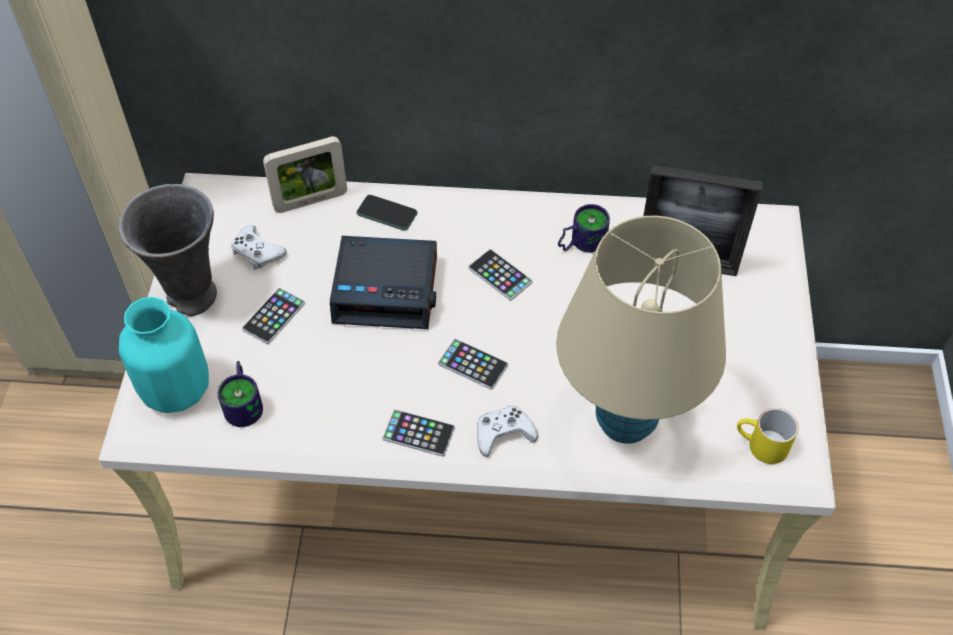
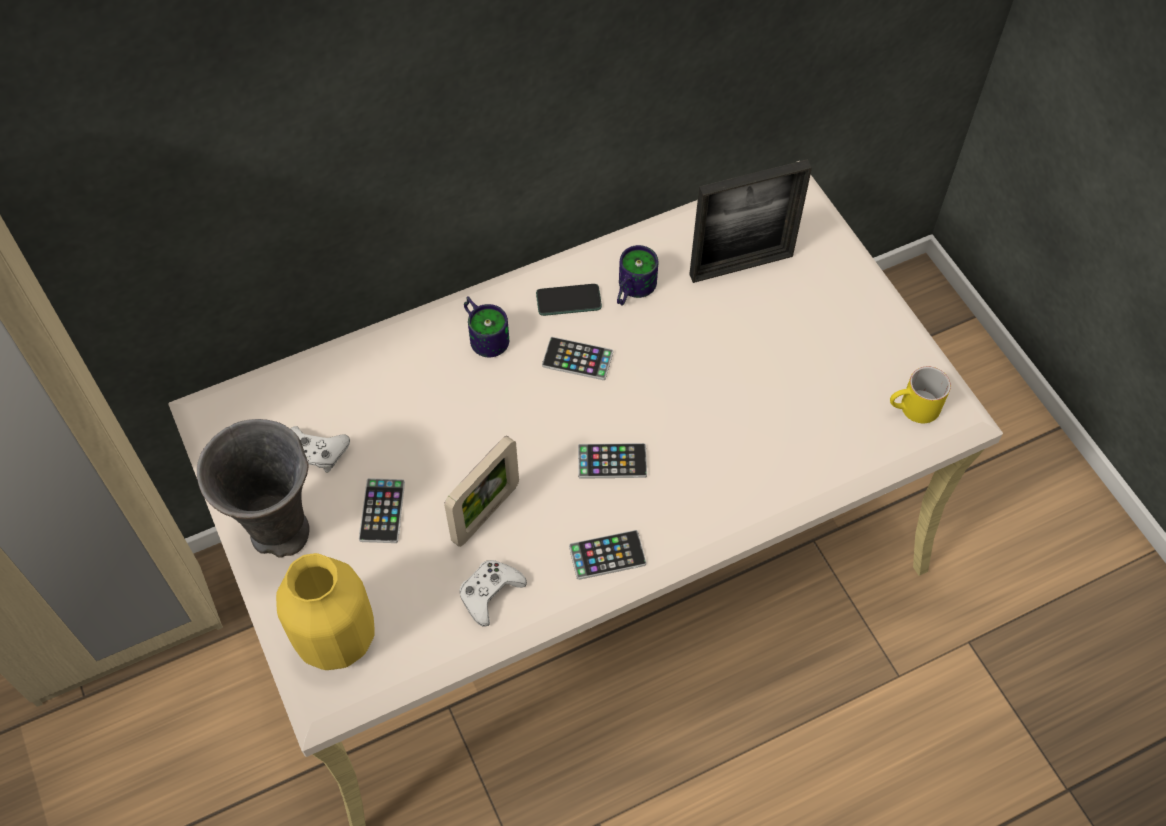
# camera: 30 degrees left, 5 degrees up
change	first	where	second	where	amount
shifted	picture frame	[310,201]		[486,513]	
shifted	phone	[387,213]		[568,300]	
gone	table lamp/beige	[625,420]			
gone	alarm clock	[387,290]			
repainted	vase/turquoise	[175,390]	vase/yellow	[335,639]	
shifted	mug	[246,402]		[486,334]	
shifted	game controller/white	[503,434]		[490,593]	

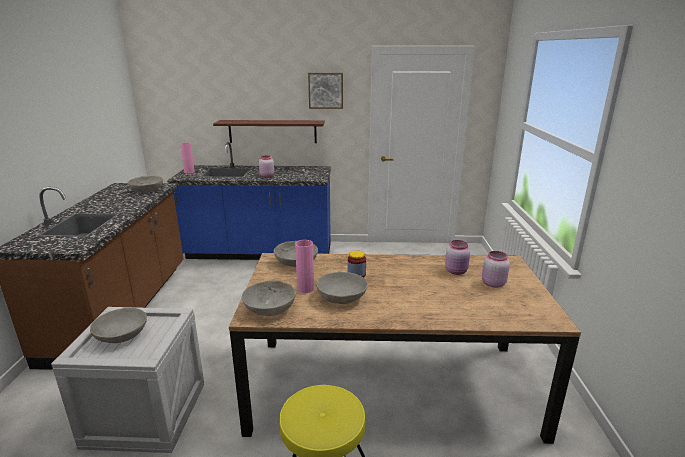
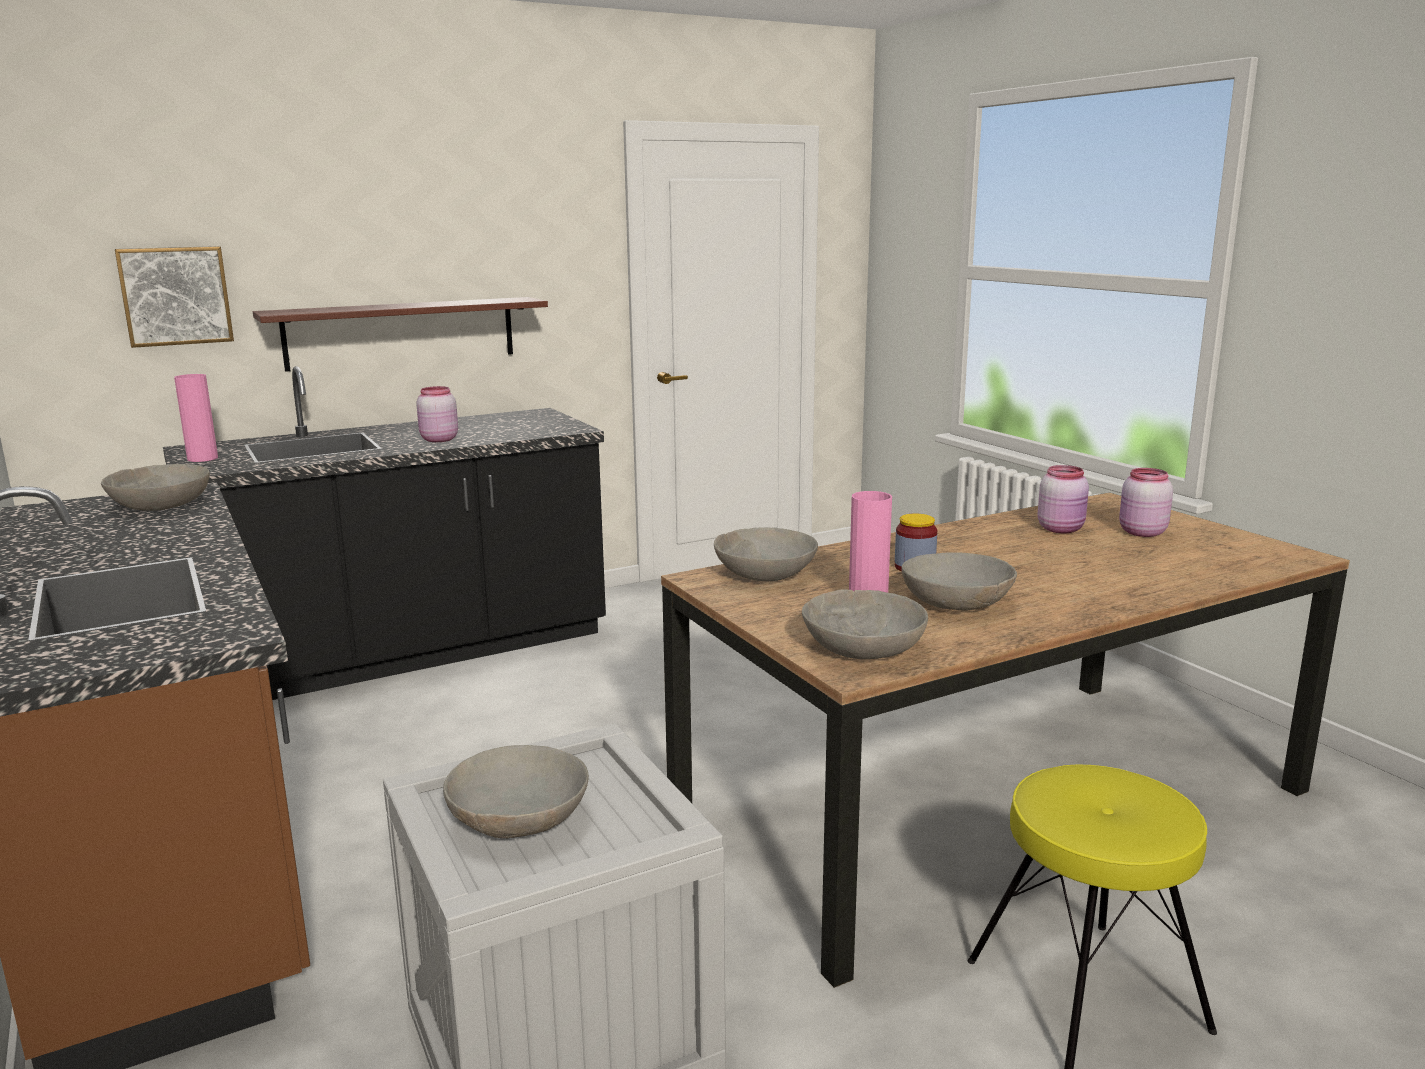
# camera: 30 degrees left, 5 degrees down
change	first	where	second	where	amount
shifted	picture	[325,90]		[175,296]	
repainted	counter/blue	[259,252]	counter/black	[410,654]	

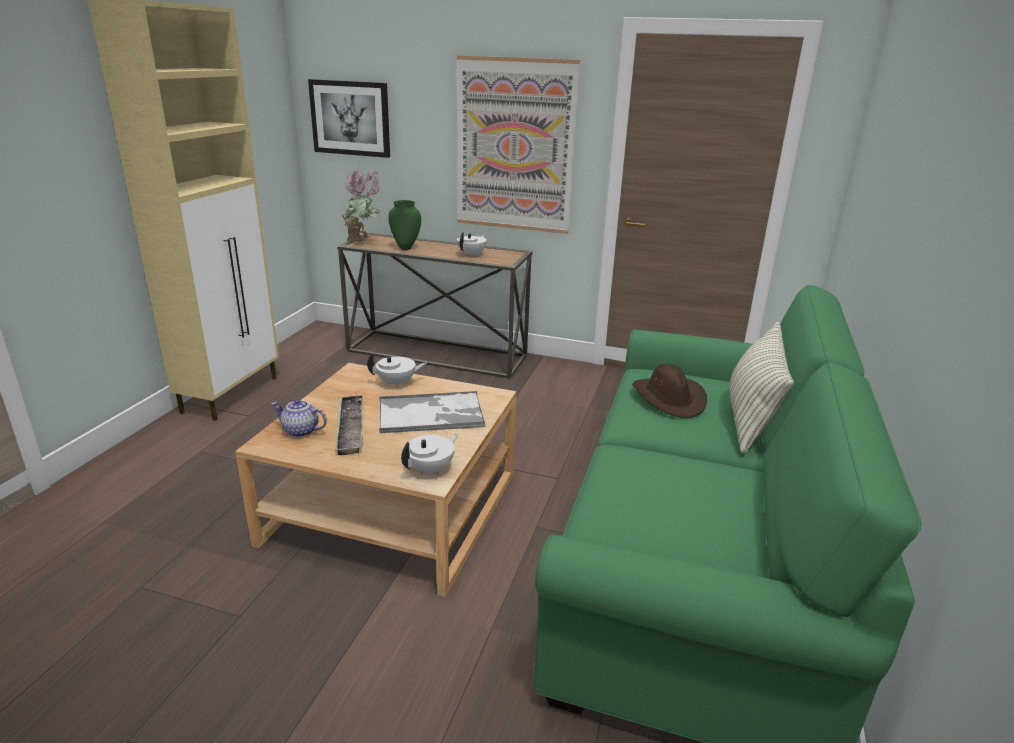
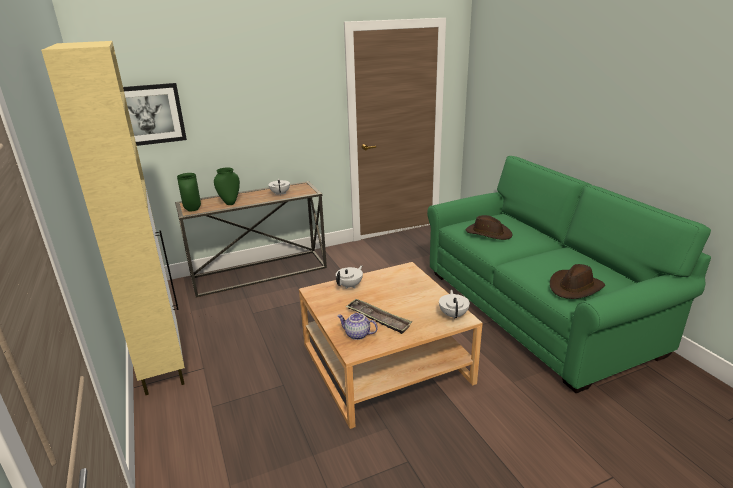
# camera: 40 degrees left, 0 degrees up
change	first	where	second	where	amount
gone	picture	[514,146]			
swapped	potted plant	[363,243]	vase/green	[193,210]	
gone	pillow	[752,418]			
gone	tray	[432,413]			
rotated	teapot	[300,431]		[357,335]	45 degrees clockwise
new			hat/brown	[575,287]	

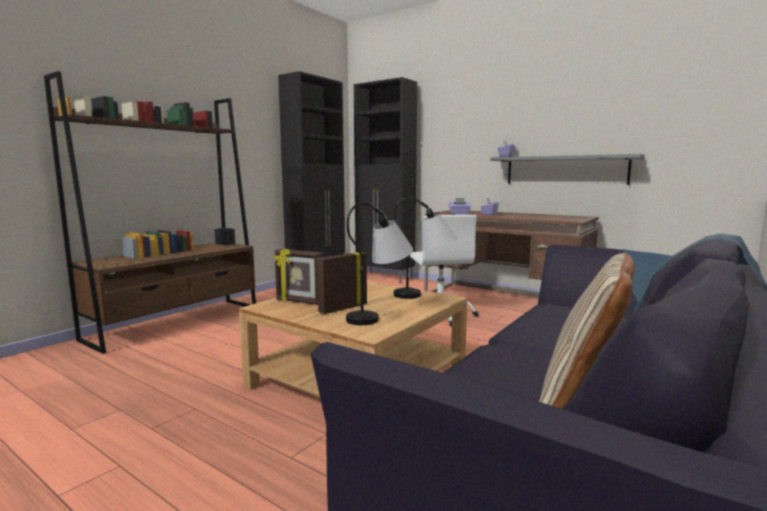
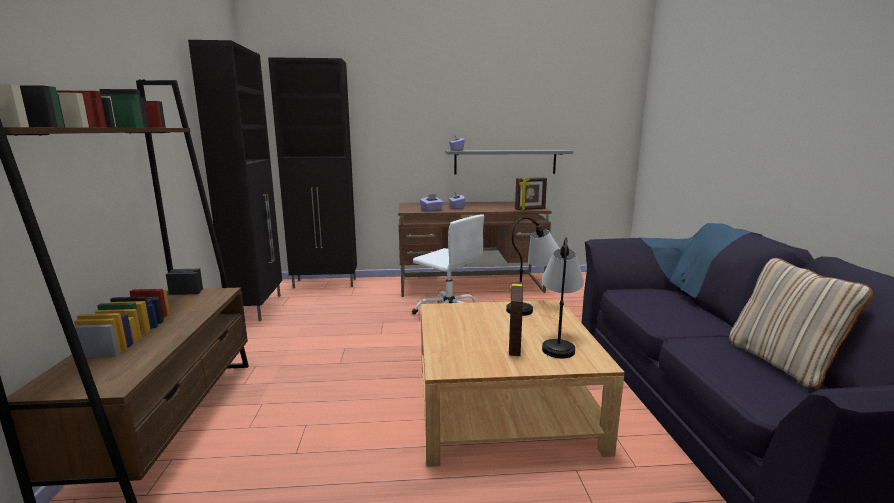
# camera: 40 degrees left, 5 degrees up
change	first	where	second	where	amount
shifted	picture frame	[299,302]		[530,209]	

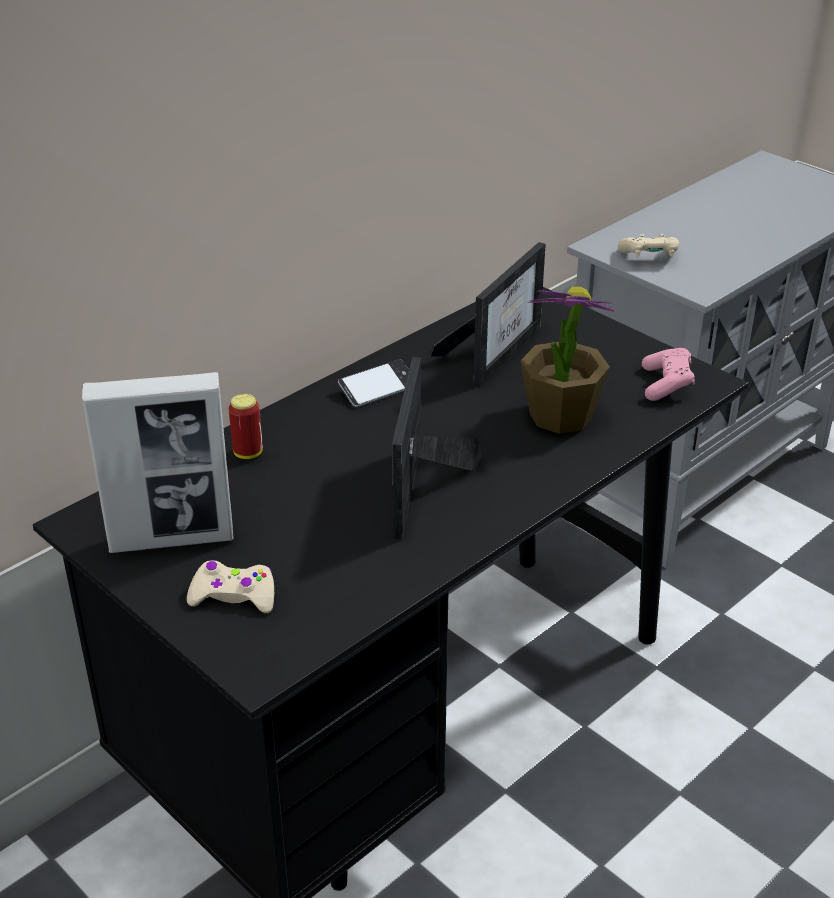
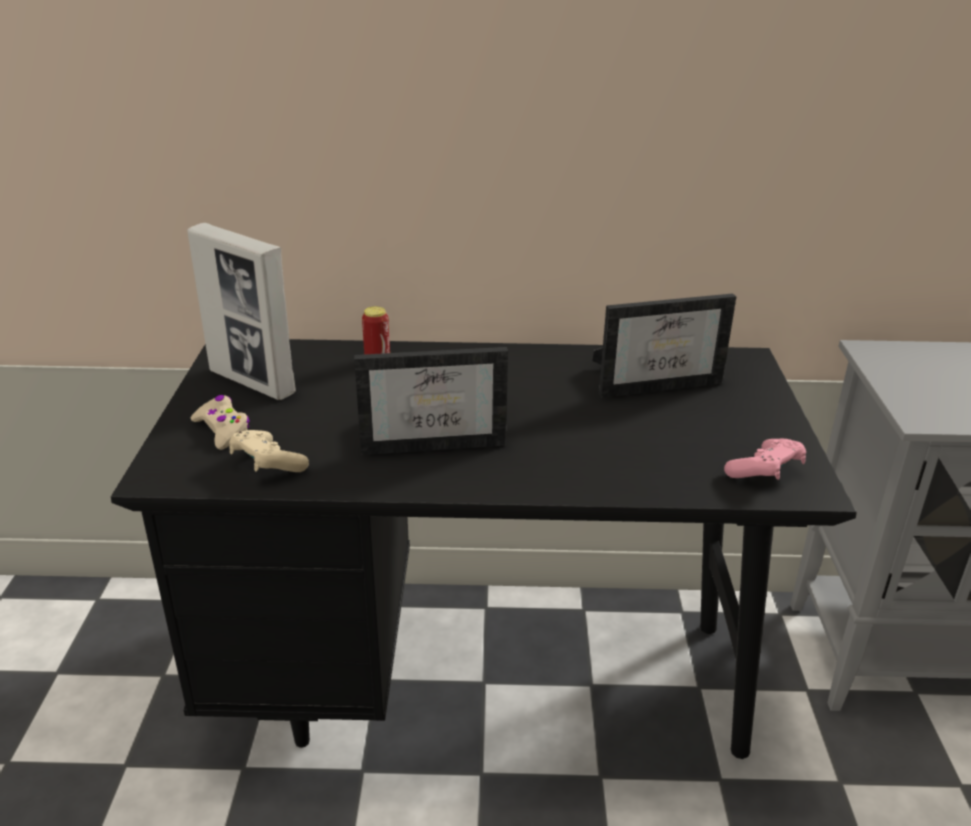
# camera: 45 degrees right, 5 degrees down
change	first	where	second	where	amount
shifted	game controller/beige	[649,258]		[267,465]	
gone	potted plant	[560,416]			
rotated	picture frame	[422,494]		[435,440]	150 degrees counterclockwise
gone	phone	[378,389]			

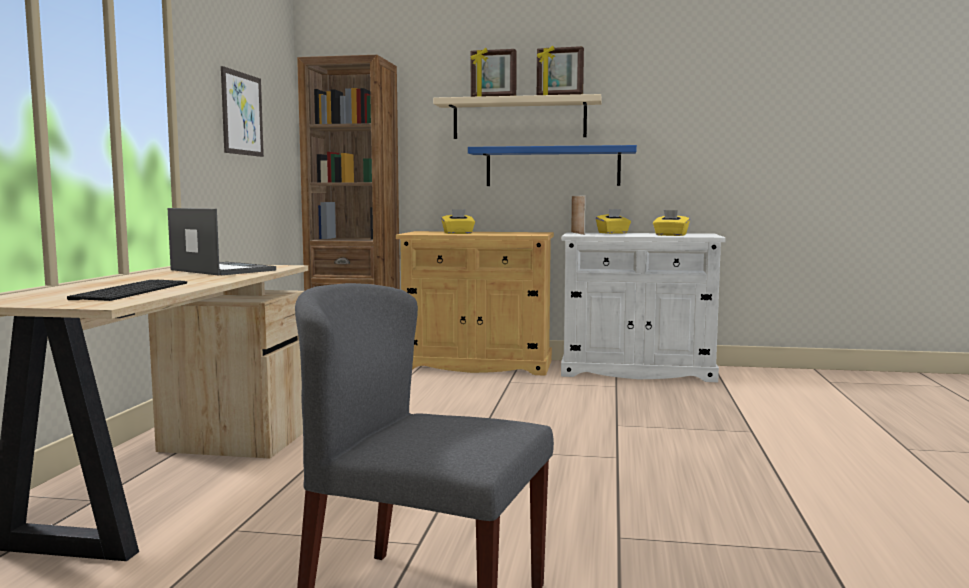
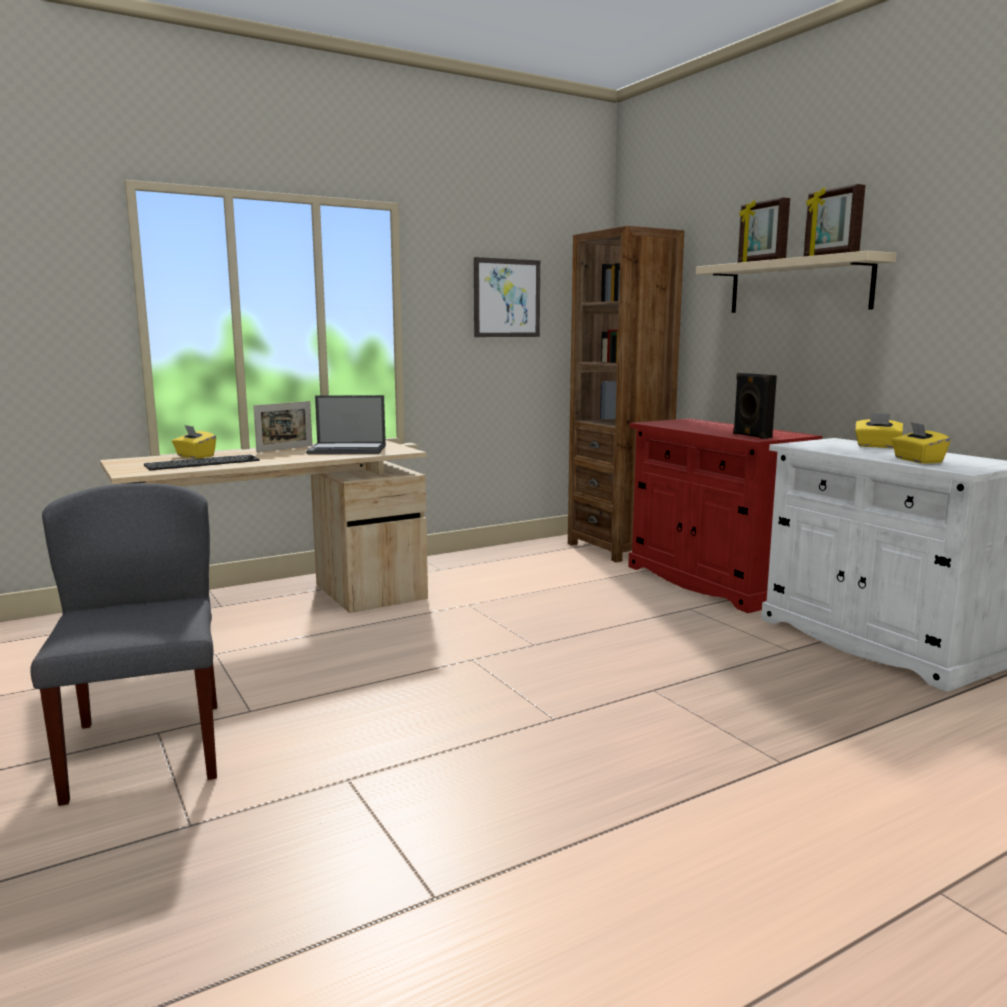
# camera: 50 degrees right, 5 degrees up
change	first	where	second	where	amount
gone	shelf/blue	[552,166]			
shifted	picture frame	[577,233]		[285,449]	
rotated	laptop	[221,270]		[348,449]	90 degrees clockwise
shifted	tissue box/yellow	[458,233]		[195,456]	
repainted	cabinet/beige	[477,365]	cabinet/red	[711,582]	
new			speaker/black	[751,436]	

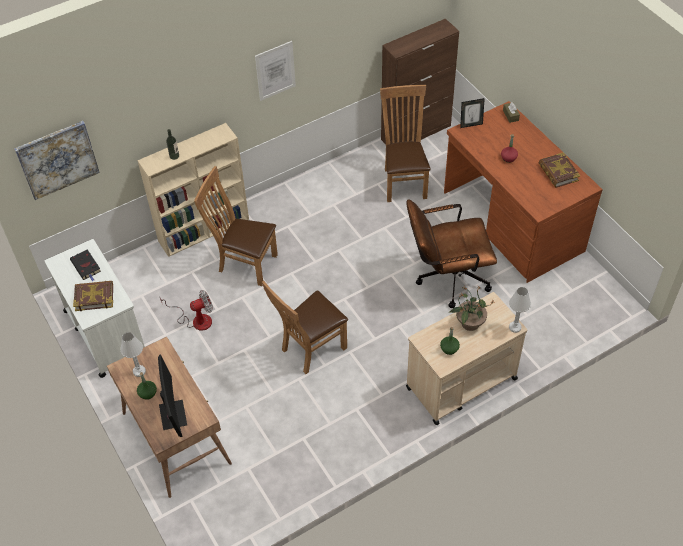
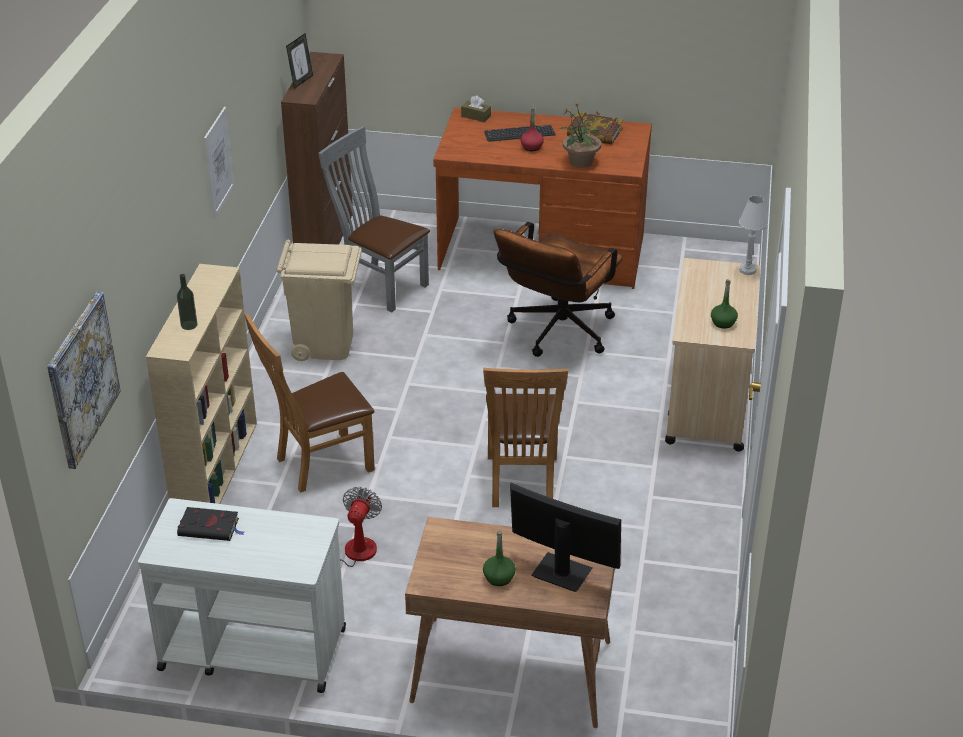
# camera: 50 degrees left, 15 degrees down
change	first	where	second	where	amount
repainted	chair/brown	[403,181]	chair/grey	[380,285]	
shifted	picture frame	[471,124]		[301,81]	
gone	book	[94,297]			
shifted	potted plant	[469,323]		[580,162]	
gone	table lamp/white	[139,371]			
new			keyboard	[519,134]	
new			trash can/beige	[324,344]	

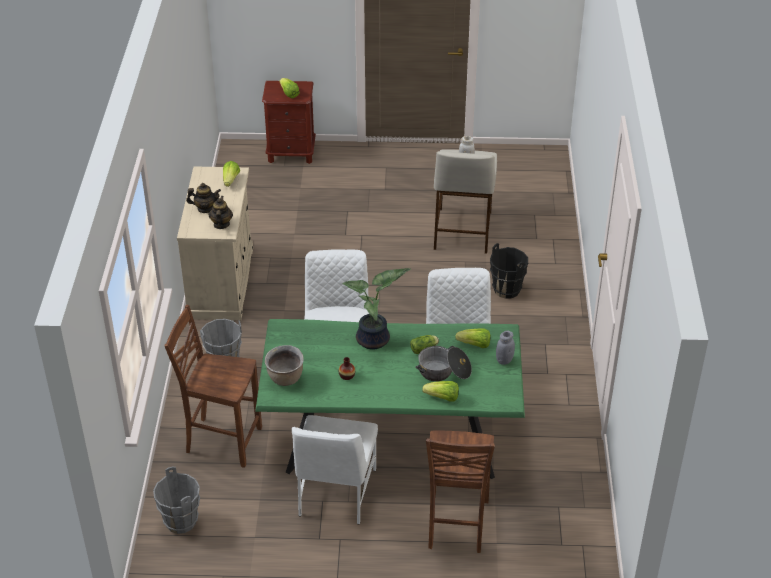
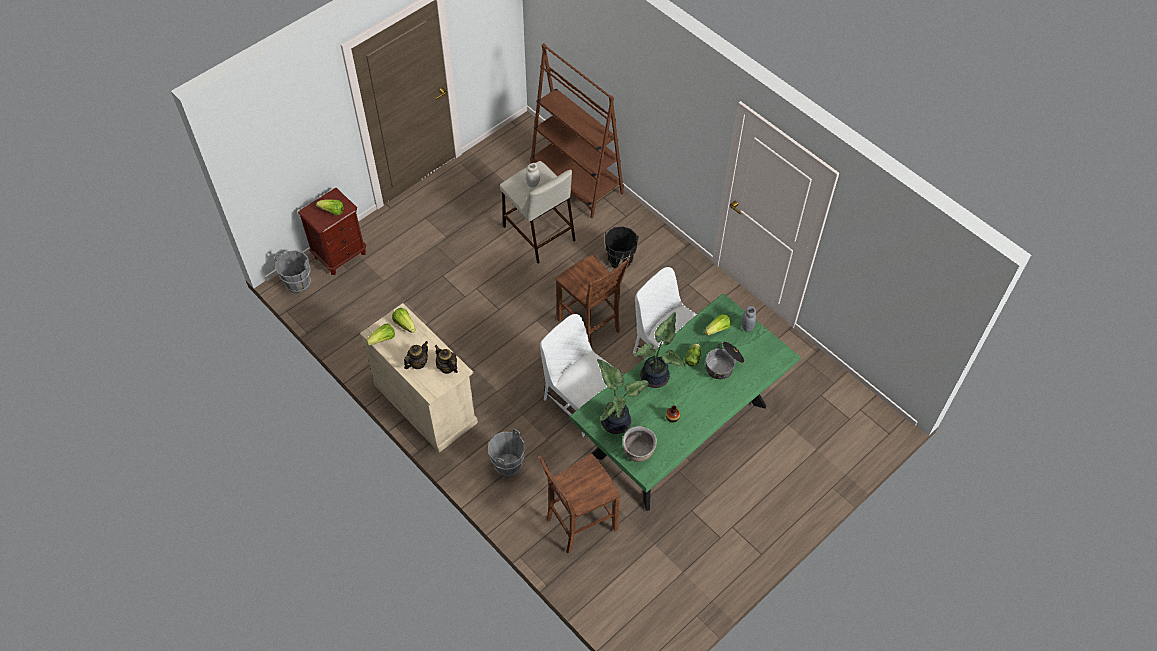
# camera: 45 degrees left, 15 degrees up
change	first	where	second	where	amount
shifted	lettuce	[442,398]		[383,339]	
gone	chair/white	[335,493]			
shifted	chair/brown	[456,525]		[590,326]	
shifted	bucket/grey	[180,521]		[298,284]	
new			bookcase/brown	[576,180]	
new			potted plant	[616,420]	

